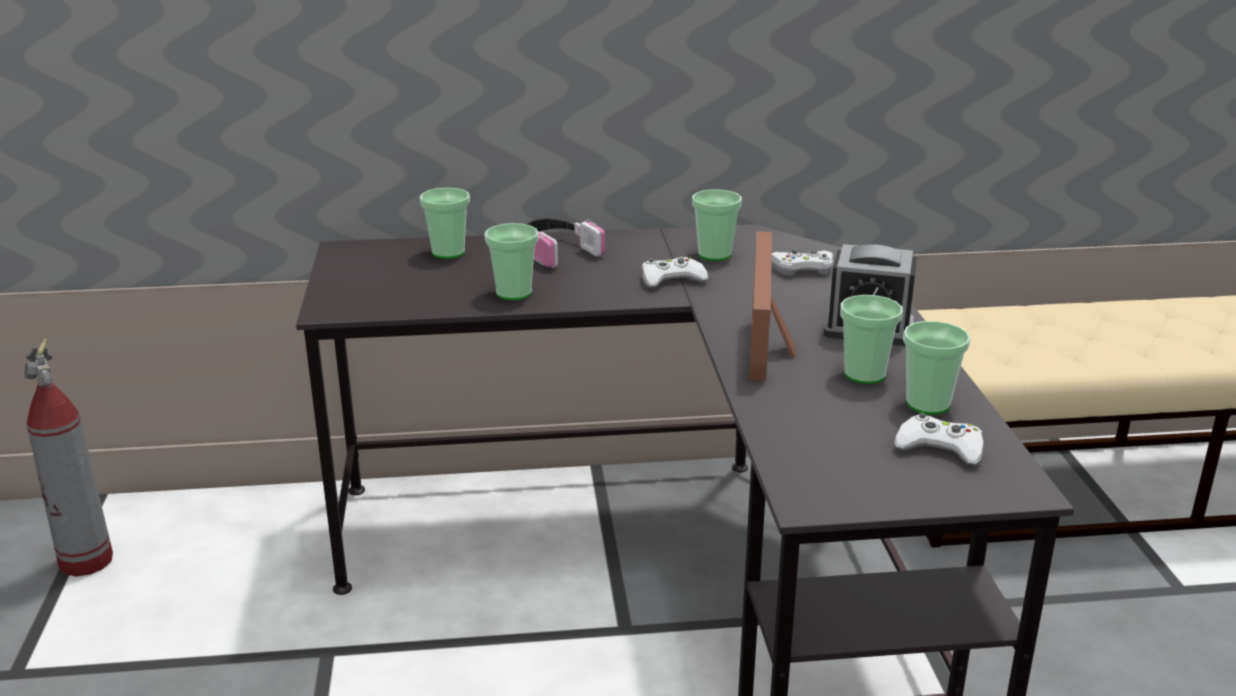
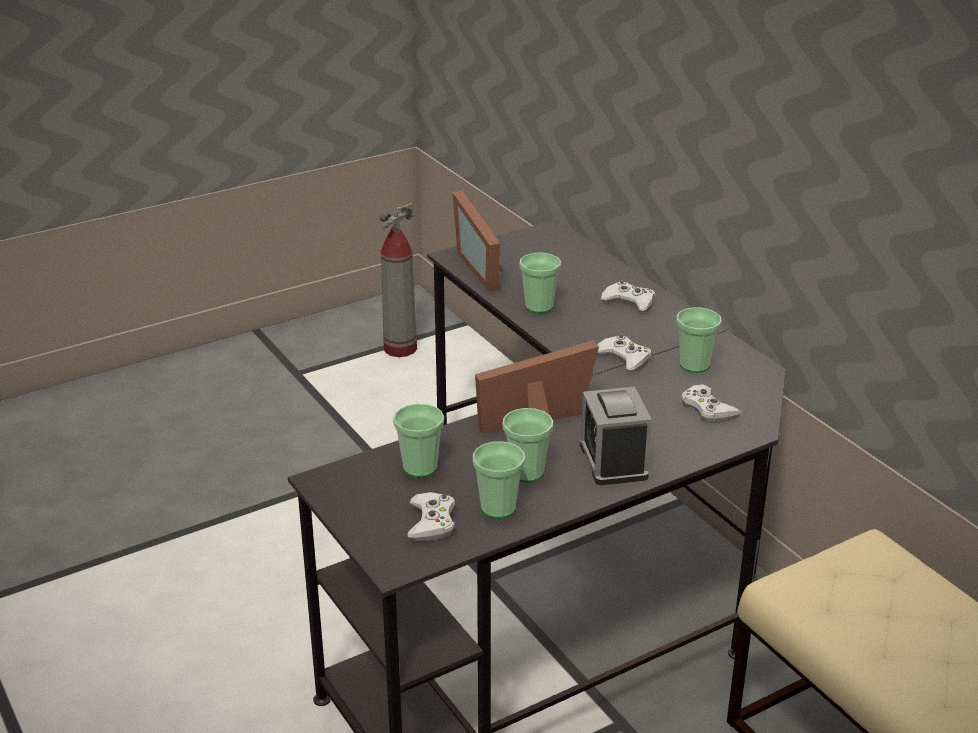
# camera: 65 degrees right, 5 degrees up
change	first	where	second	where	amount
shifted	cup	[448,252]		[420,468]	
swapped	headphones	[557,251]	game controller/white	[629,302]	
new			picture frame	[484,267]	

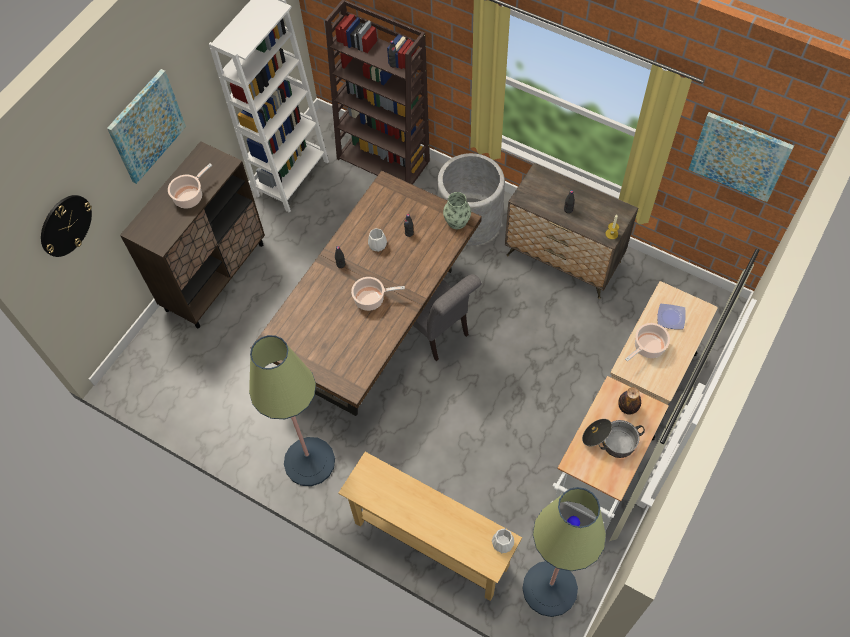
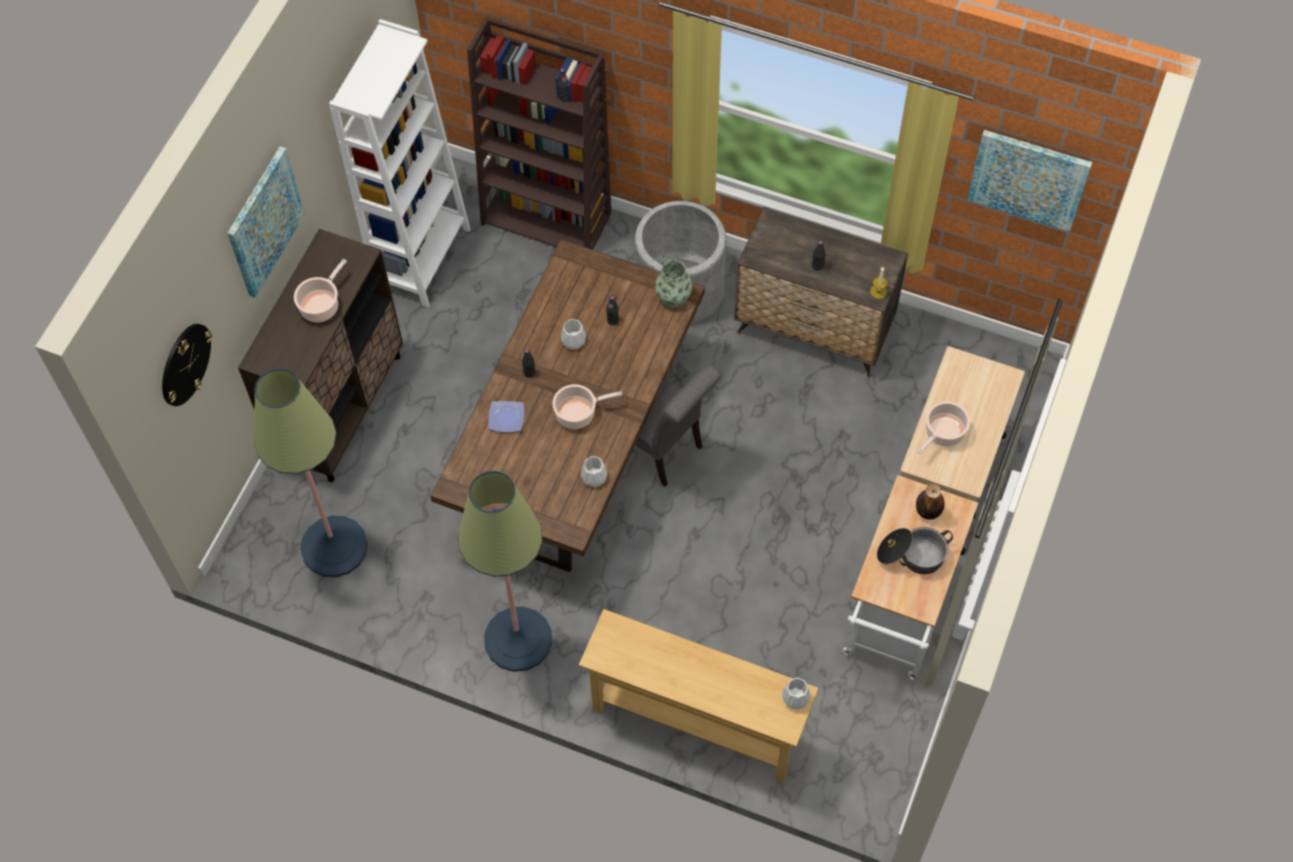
# camera: 10 degrees left, 0 degrees up
change	first	where	second	where	amount
shifted	plate	[671,317]		[507,417]	
shifted	floor lamp	[549,588]		[334,547]	
new			vase/white	[593,477]	

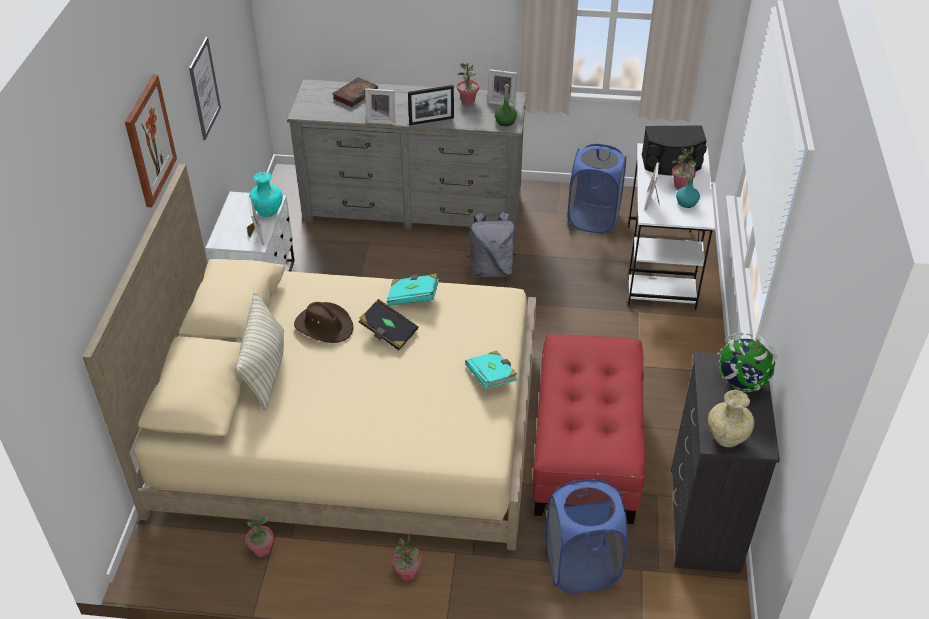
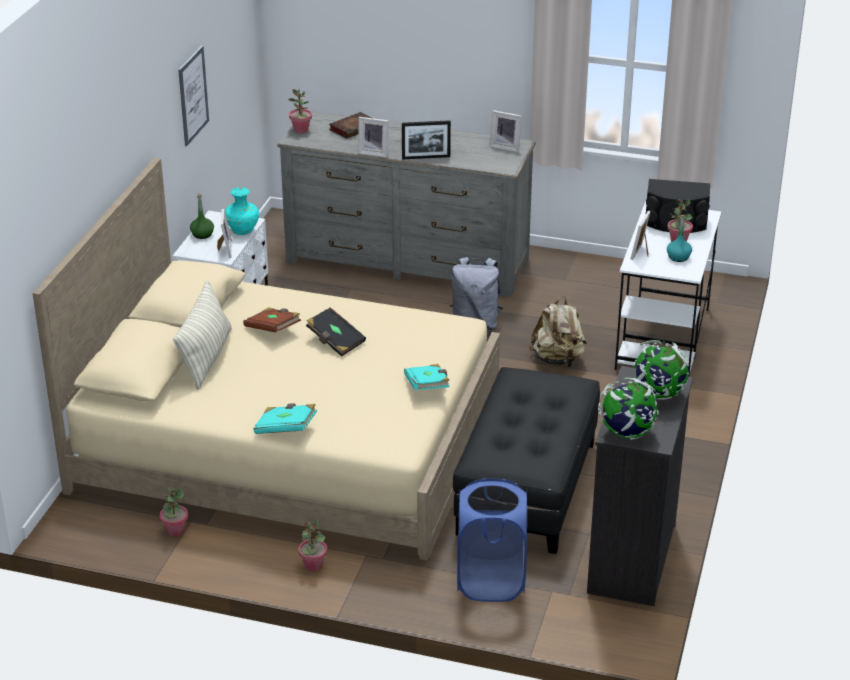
# camera: 10 degrees right, 10 degrees down
change	first	where	second	where	amount
shifted	potted plant	[468,101]		[301,130]	
gone	picture	[149,141]			
shifted	bottle/green	[505,121]		[202,234]	
gone	laundry basket/blue	[593,219]			
shifted	book/turquoise	[413,297]		[286,428]	
swapped	hat/brown	[324,326]	book/brown	[273,329]	
repainted	ottoman/red	[584,449]	ottoman/black	[526,487]	
swapped	vase/beige	[727,437]	globe	[626,433]	
new			backpack/beige	[558,359]	

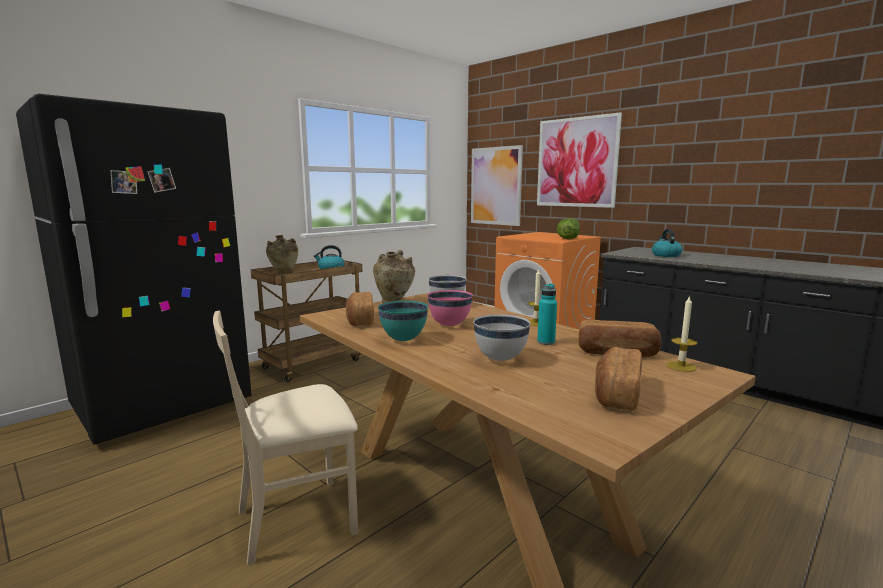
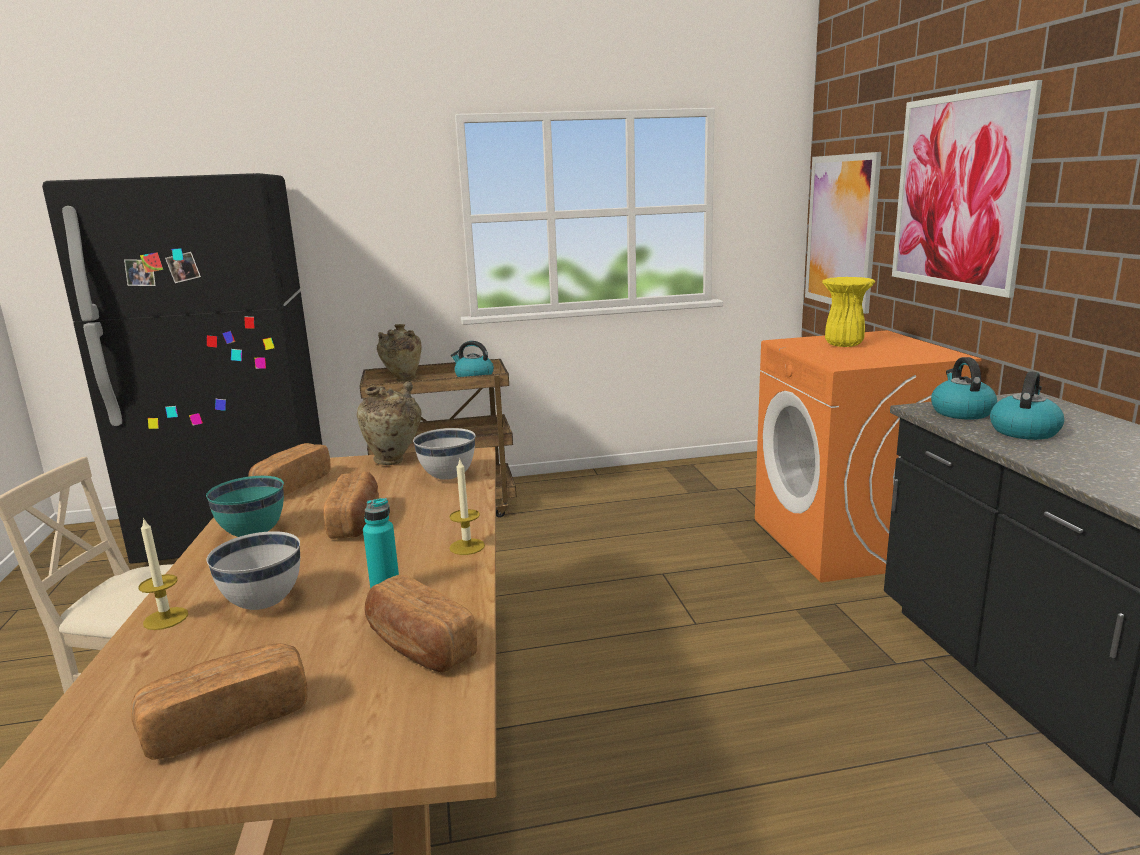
# camera: 35 degrees right, 5 degrees up
change	first	where	second	where	amount
gone	lettuce	[567,239]			
swapped	bowl/pink	[449,325]	bread	[356,521]	
shifted	candle	[681,366]		[166,618]	
new			vase/yellow	[844,345]	
new			kettle	[960,412]	

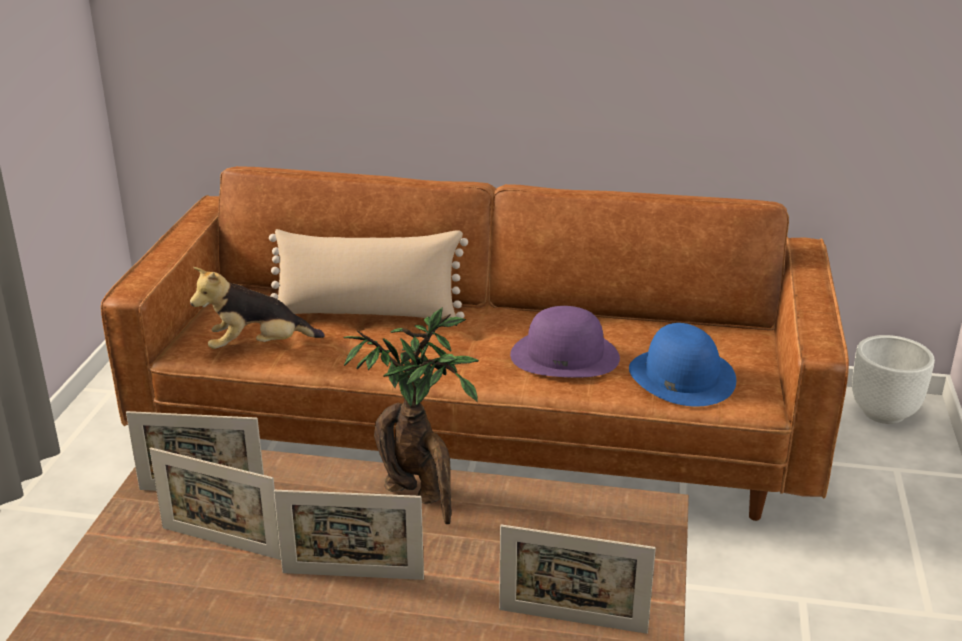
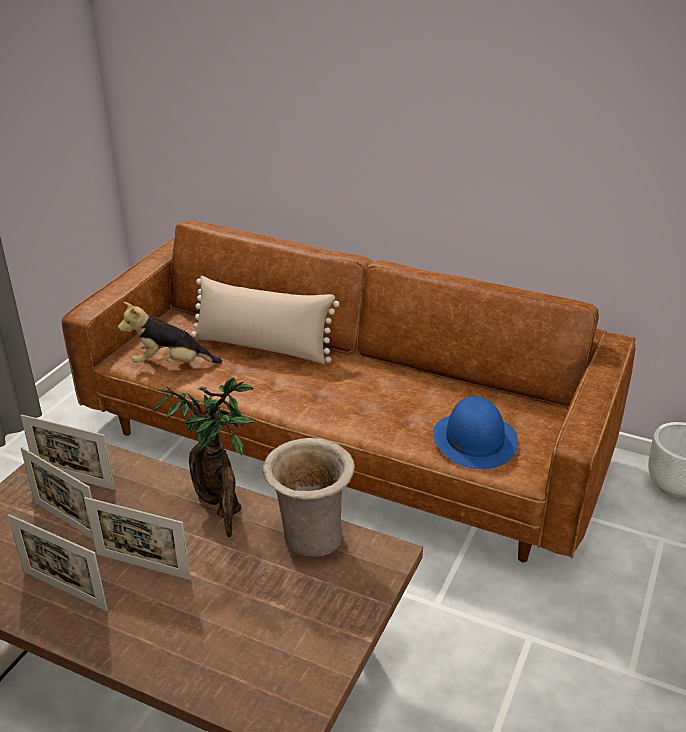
# camera: 15 degrees right, 5 degrees up
change	first	where	second	where	amount
gone	hat/purple	[565,355]			
shifted	picture frame	[572,621]		[64,590]	
new			vase/beige	[310,538]	

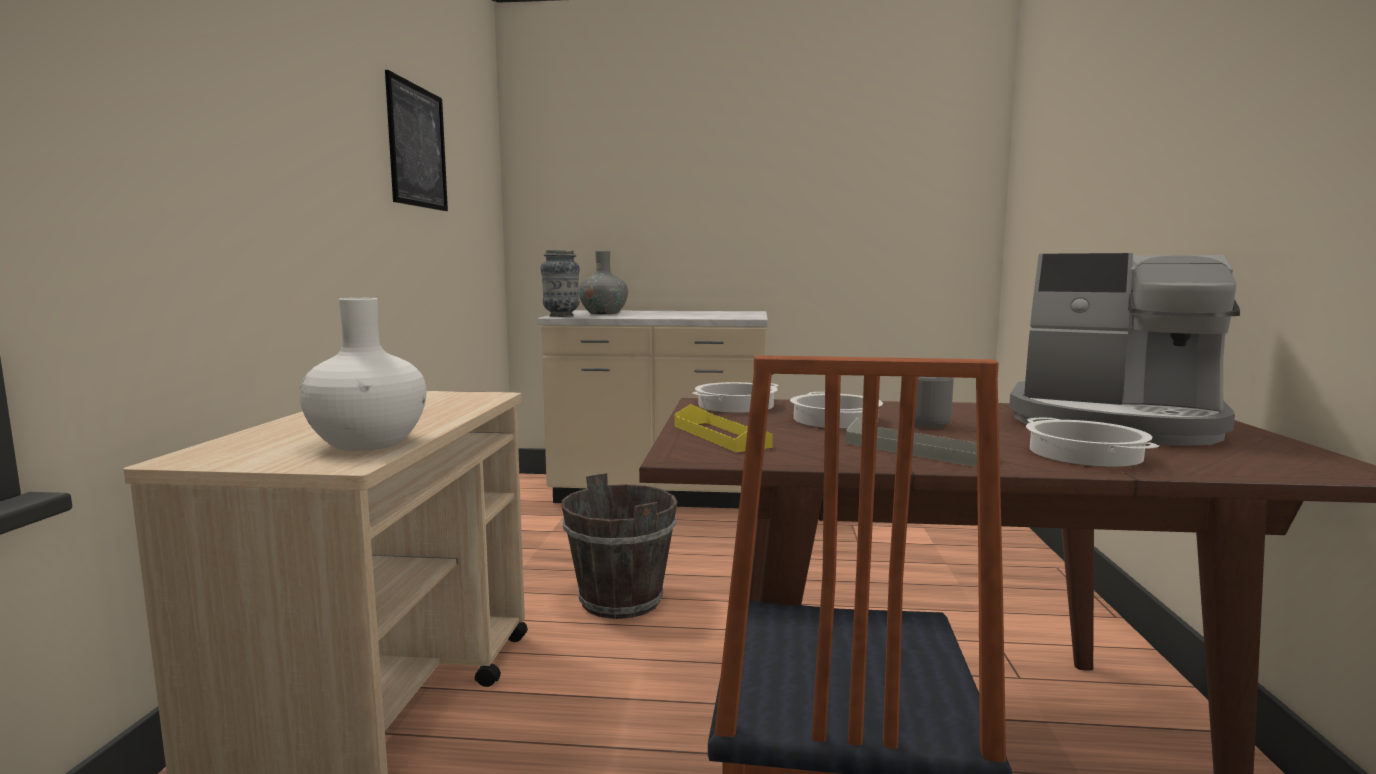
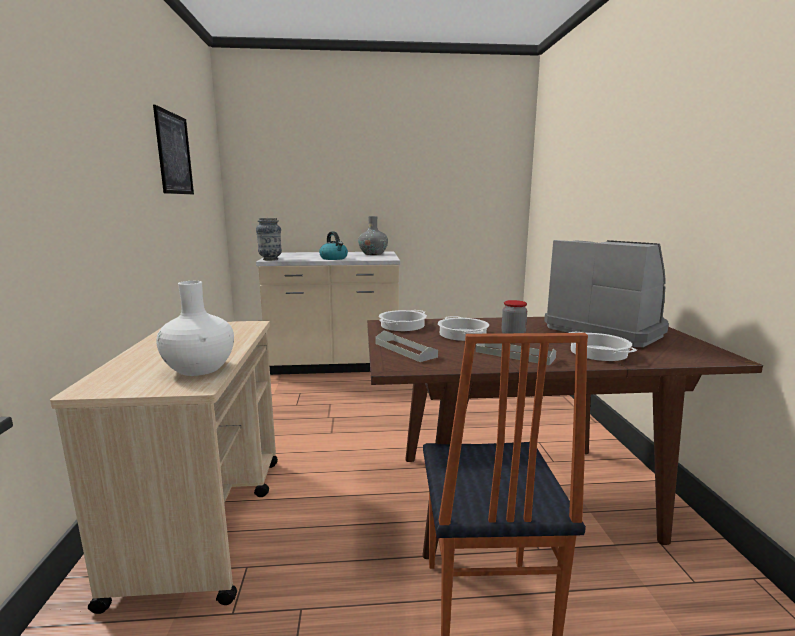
# camera: 10 degrees left, 5 degrees up
change	first	where	second	where	amount
shifted	vase/grey	[604,313]		[373,254]	
rotated	coffee machine	[1115,423]		[606,329]	150 degrees counterclockwise
repainted	tray/yellow	[720,436]	tray/grey	[405,350]	
gone	bucket/brown	[620,600]			
new			kettle	[334,258]	

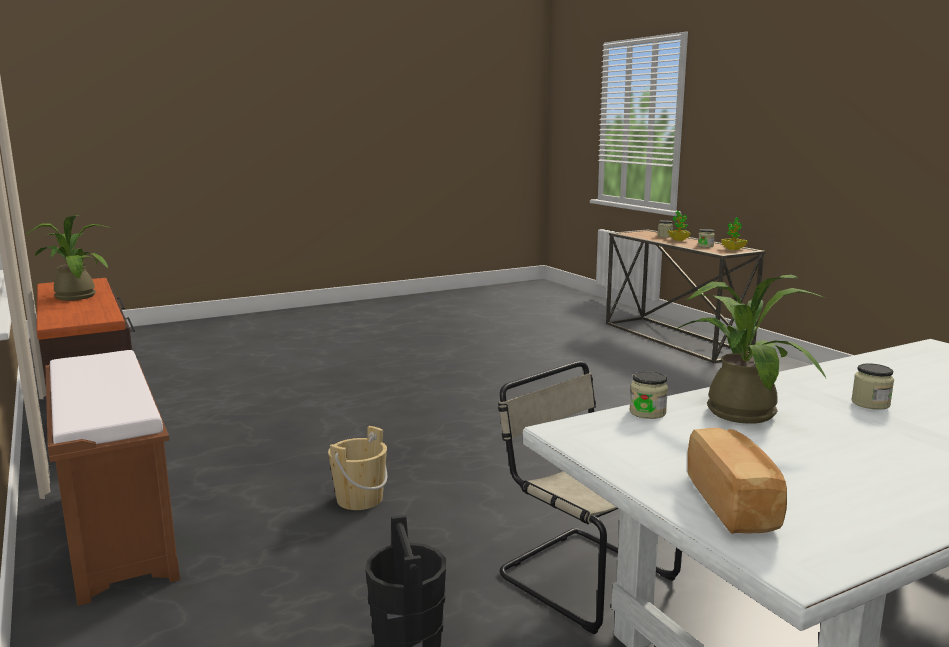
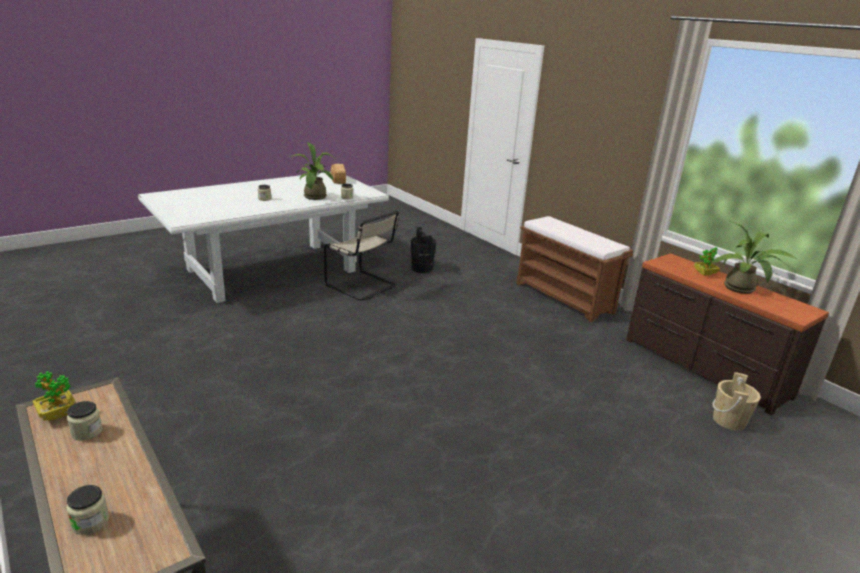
# camera: 170 degrees right, 10 degrees up
change	first	where	second	where	amount
shifted	potted plant	[678,240]		[704,273]	
shifted	bucket/beige	[359,499]		[729,420]	

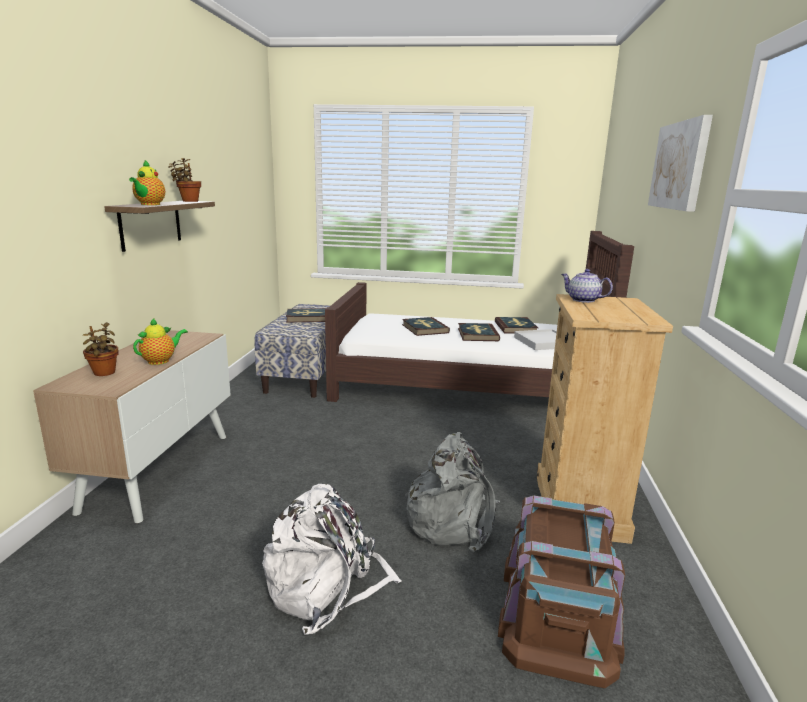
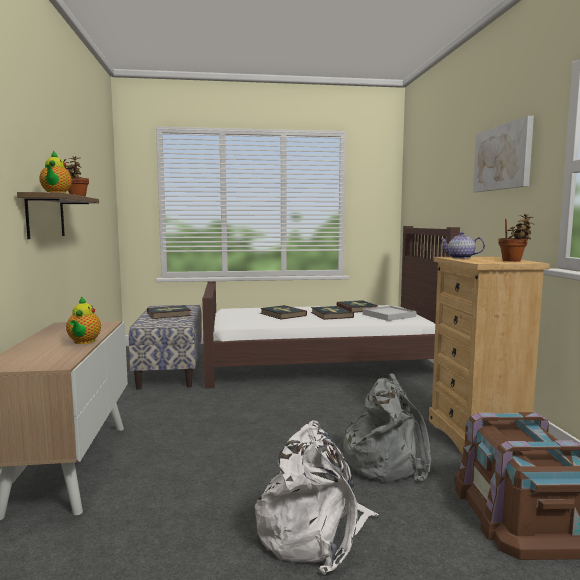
# camera: 15 degrees left, 10 degrees down
change	first	where	second	where	amount
rotated	teapot	[161,361]		[83,342]	150 degrees clockwise
shifted	potted plant	[104,373]		[513,261]	

